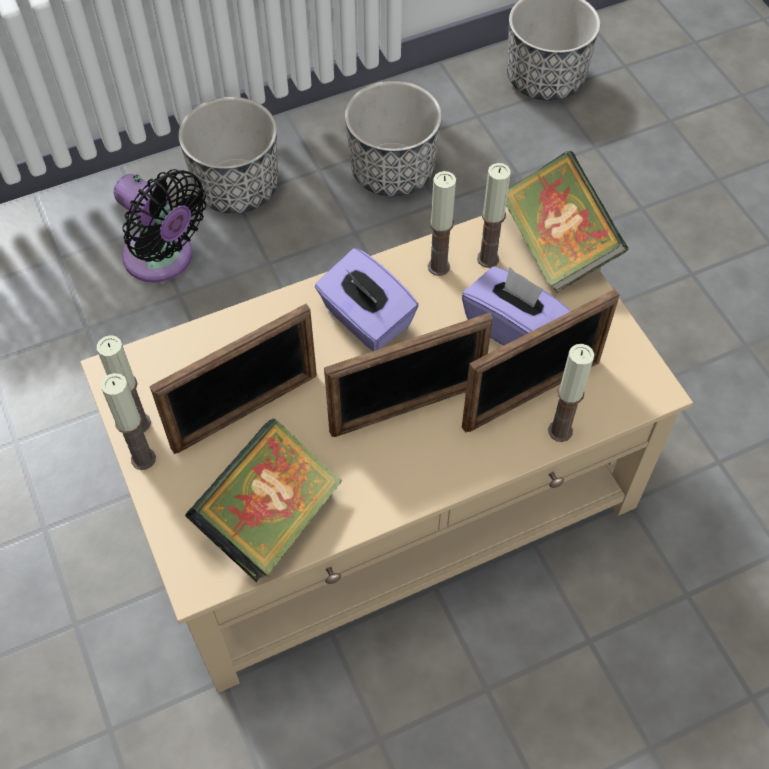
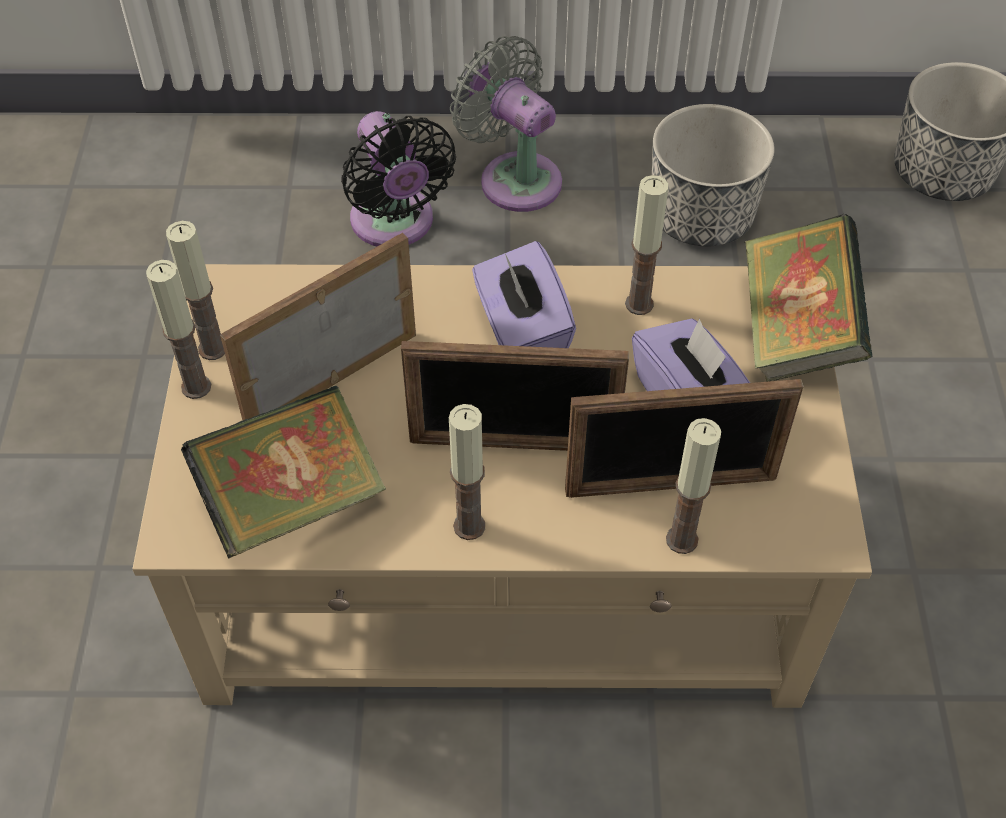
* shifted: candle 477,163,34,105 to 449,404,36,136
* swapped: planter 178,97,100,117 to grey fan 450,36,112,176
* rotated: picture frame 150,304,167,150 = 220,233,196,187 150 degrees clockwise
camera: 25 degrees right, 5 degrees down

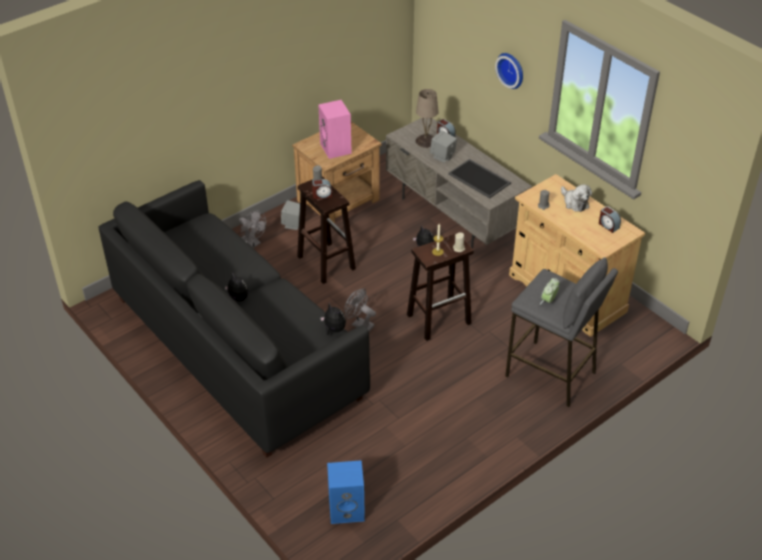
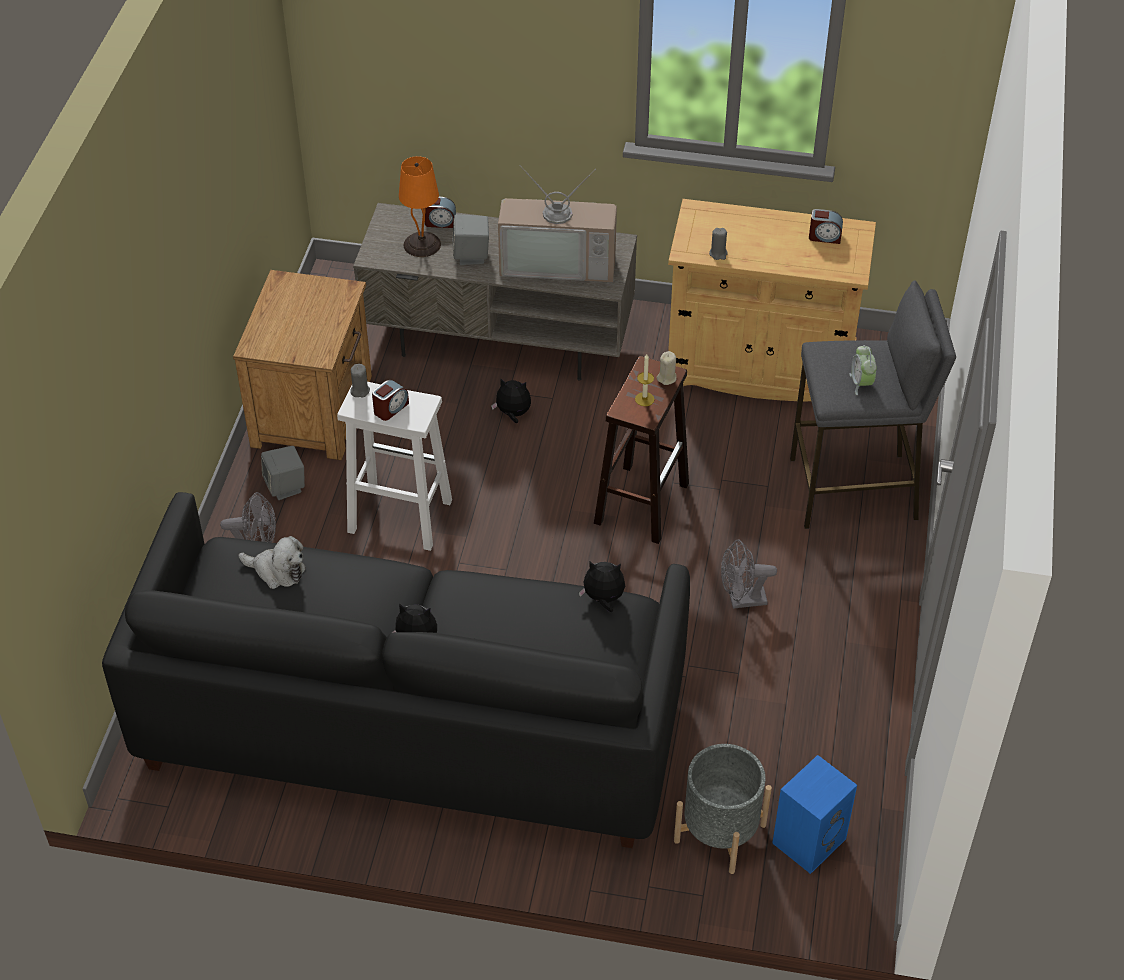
* gone: pink speaker 318,100,34,59
* gone: wall clock 495,53,28,36
* new: grey planter 674,744,98,130
* shifted: grey fan 344,288,32,43 to 721,540,56,69
* shifted: plush toy 561,184,31,28 to 239,536,67,53
* swapped: tray 448,159,63,39 to television 498,165,119,117
* repainted: brown stool 297,176,59,108 to white stool 337,382,115,169
* repainted: beige table lamp 416,89,23,59 to orange table lamp 399,156,42,101
camera: 40 degrees left, 5 degrees up

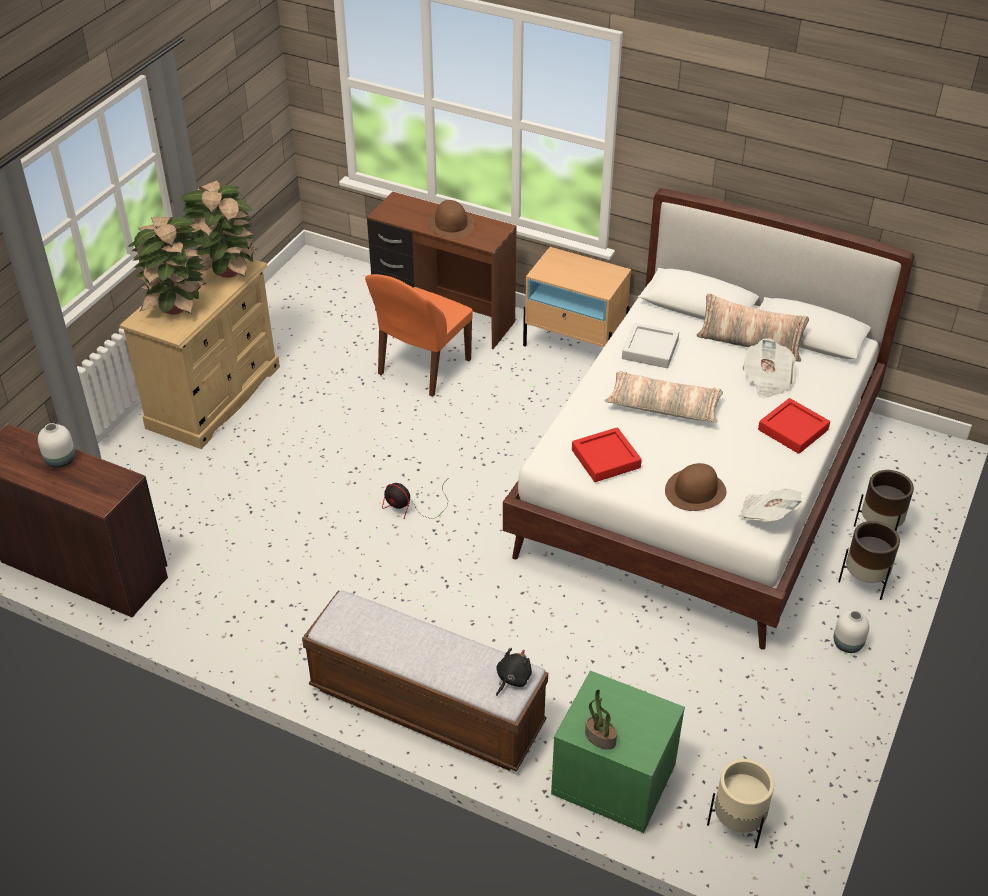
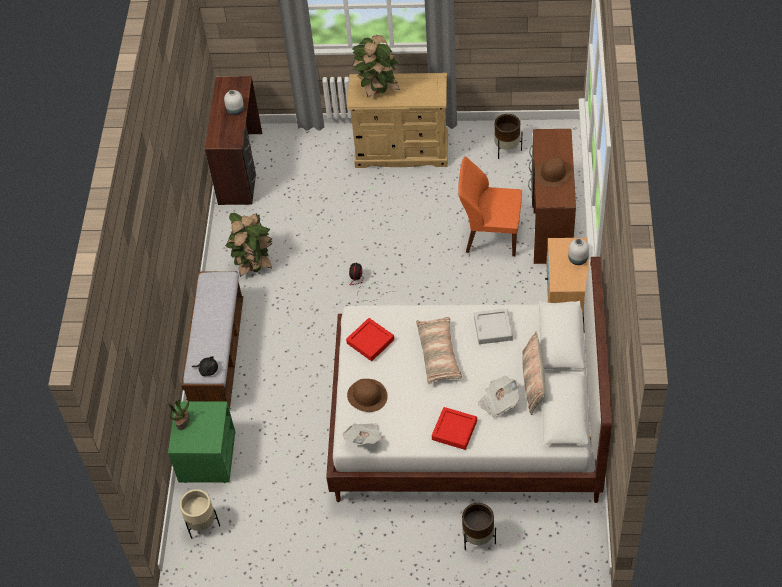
* shifted: potted plant 180,181,77,97 to 225,213,48,64
* shifted: white vase 834,610,35,43 to 568,239,21,26
* shifted: brown planter 838,521,62,79 to 494,114,28,45
camera: 70 degrees right, 10 degrees up

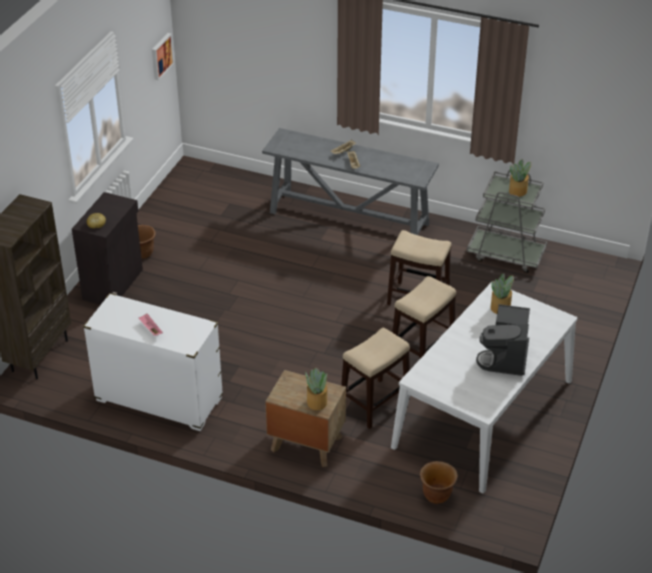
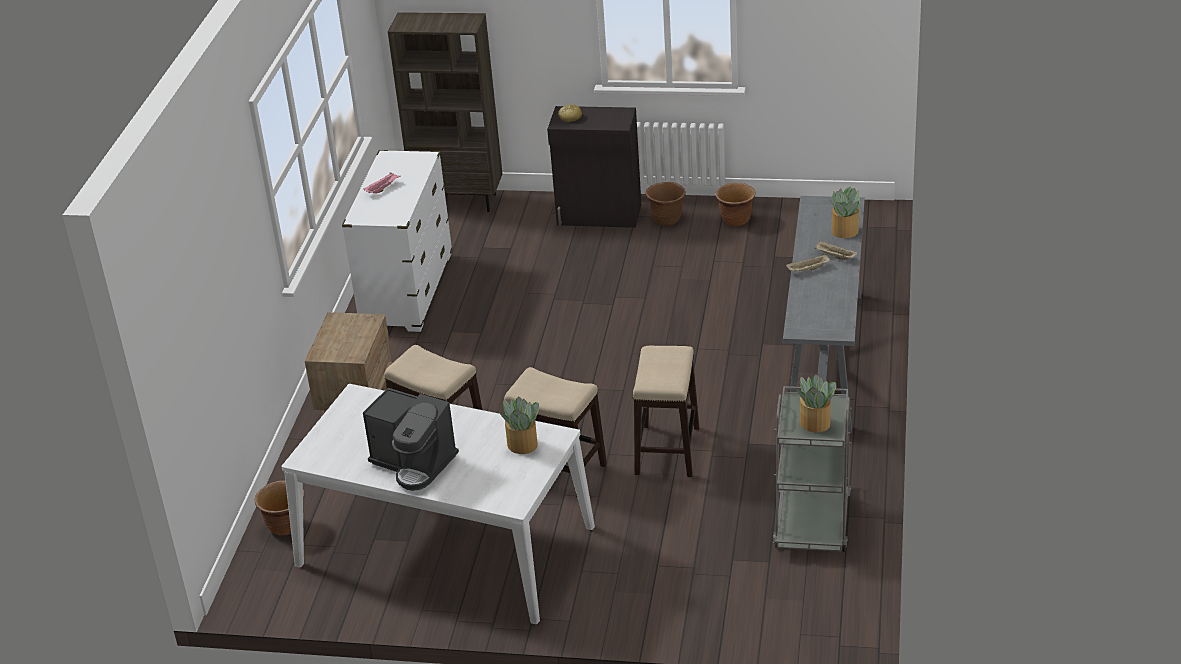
* gone: picture 152,33,22,47
* new: brown planter 715,183,41,43
* shifted: potted plant 305,368,22,42 to 828,187,32,51
* rotated: coffee machine 476,304,54,72 = 363,388,96,103 150 degrees counterclockwise
camera: 80 degrees right, 5 degrees down

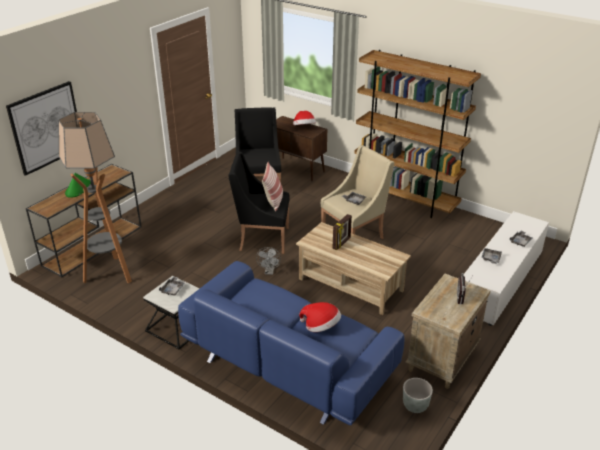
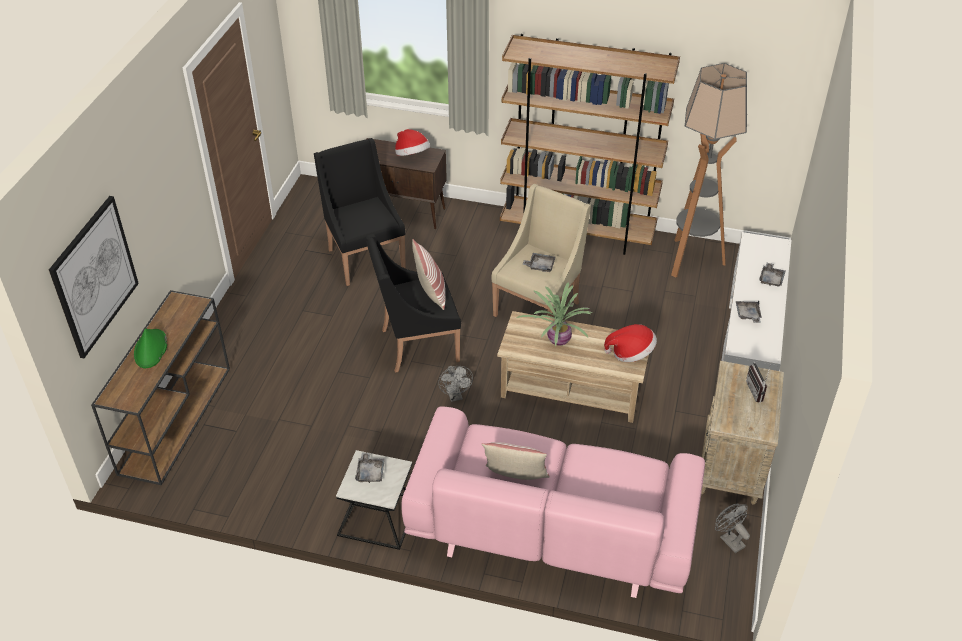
* new: pillow 482,442,68,38
* shifted: floor lamp 59,112,73,172 to 671,63,76,214
* shifted: hat 299,302,42,30 to 604,324,53,38
* swapped: picture frame 333,214,19,36 to potted plant 517,282,75,64
* swapped: grey planter 403,378,30,35 to grey fan 715,504,35,49
* repainted: blue sofa 178,261,226,164 to pink sofa 402,407,303,191
camera: 20 degrees left, 10 degrees up

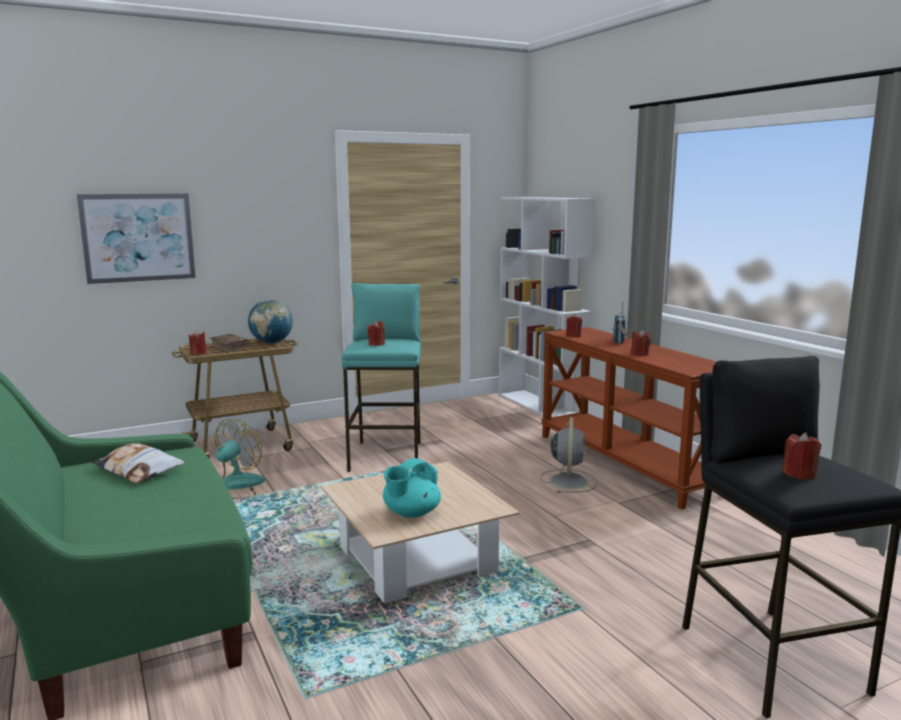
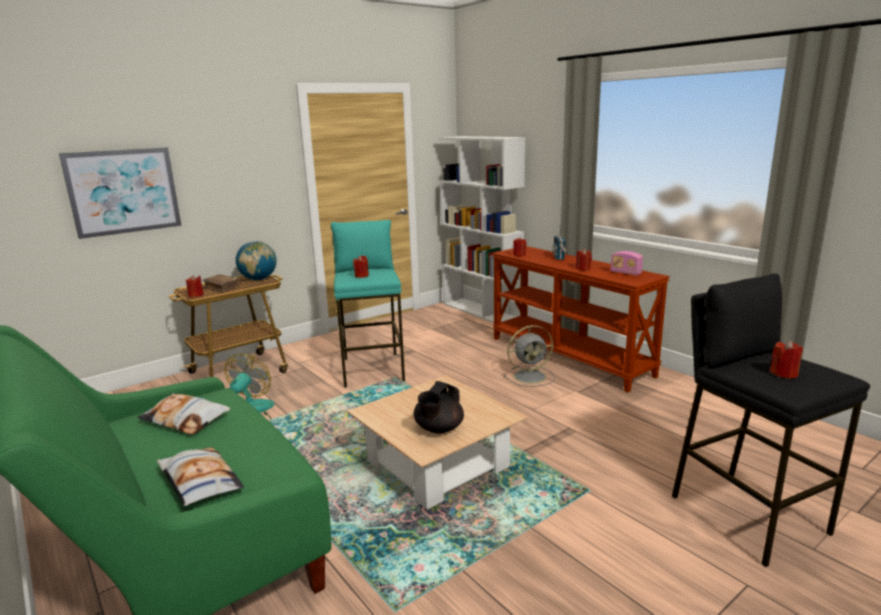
* new: pillow 157,447,87,59
* new: radio 610,251,33,25
* repainted: turquoise teapot 383,458,58,60 to black teapot 414,381,50,52
* rotated: grey fan 540,417,57,76 = 503,325,52,62 75 degrees clockwise
camera: 10 degrees left, 5 degrees up

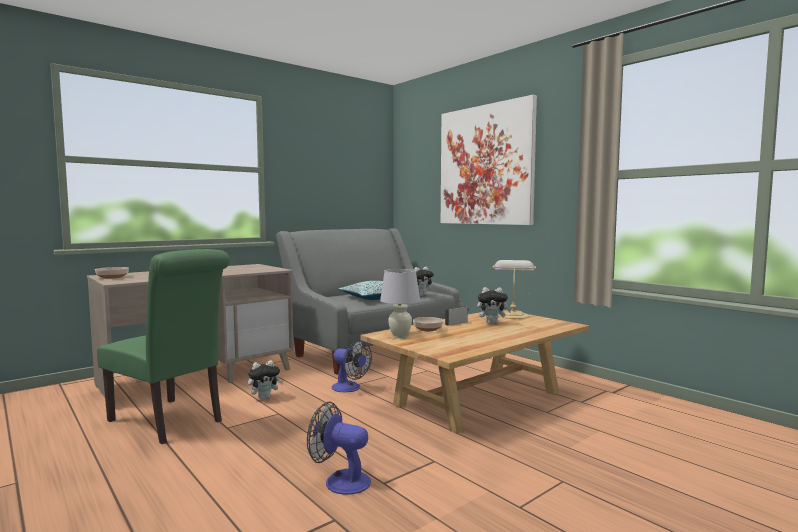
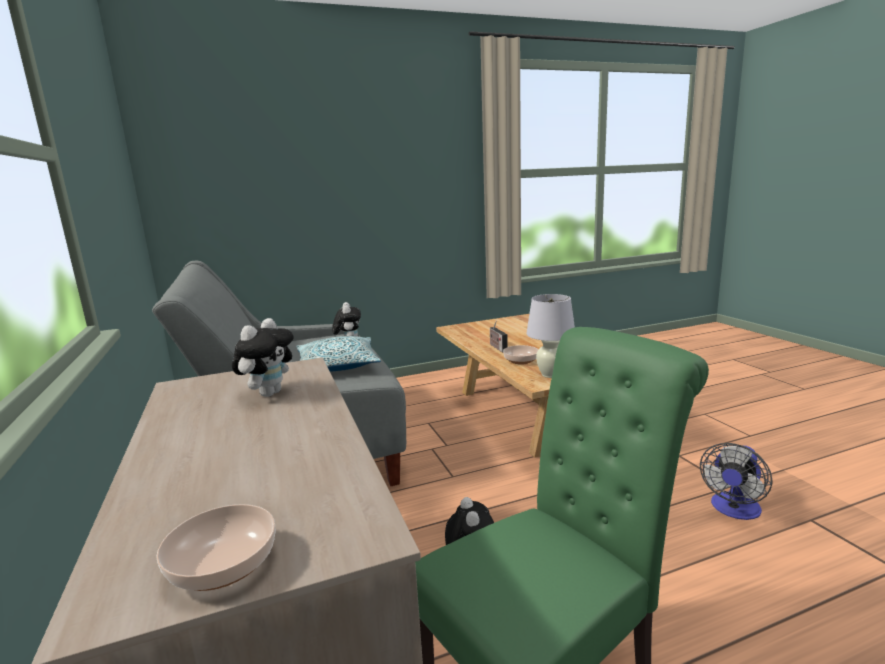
* gone: fan 332,340,40,52
* gone: picture 441,95,96,130
* gone: table lamp 493,260,43,59
* shifted: plush toy 477,287,34,37 to 232,318,62,79
camera: 70 degrees left, 10 degrees up

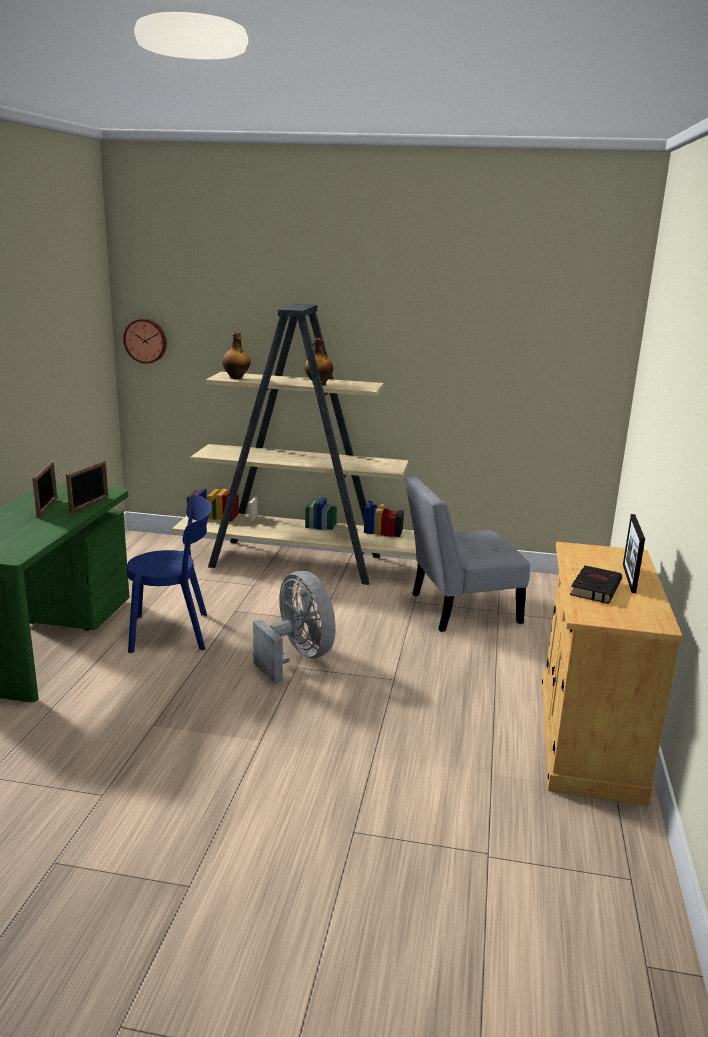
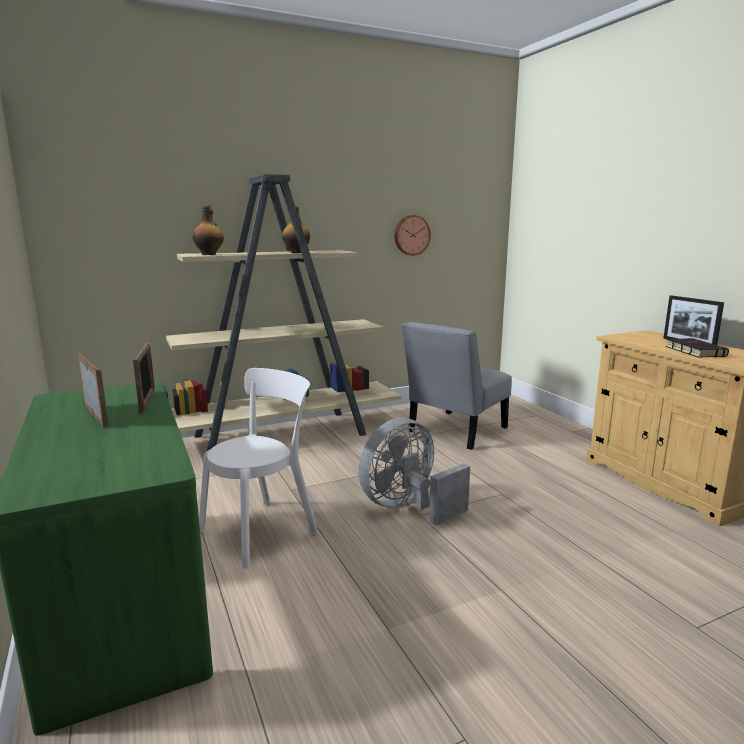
* shifted: wall clock 123,319,44,45 to 394,215,37,40
* repainted: blue chair 127,495,85,158 to white chair 199,368,120,200
* rotated: grey fan 253,571,83,113 = 358,418,112,108 60 degrees counterclockwise
camera: 35 degrees left, 5 degrees down

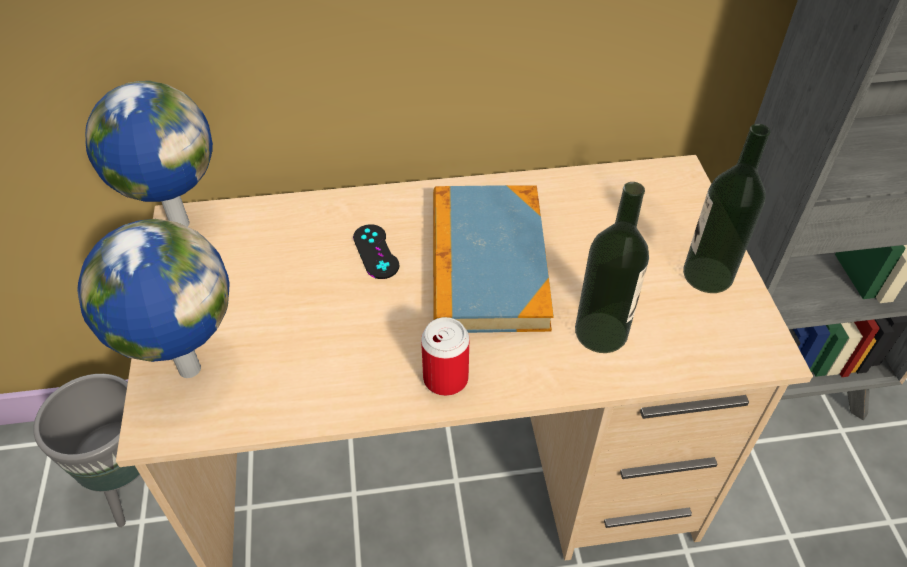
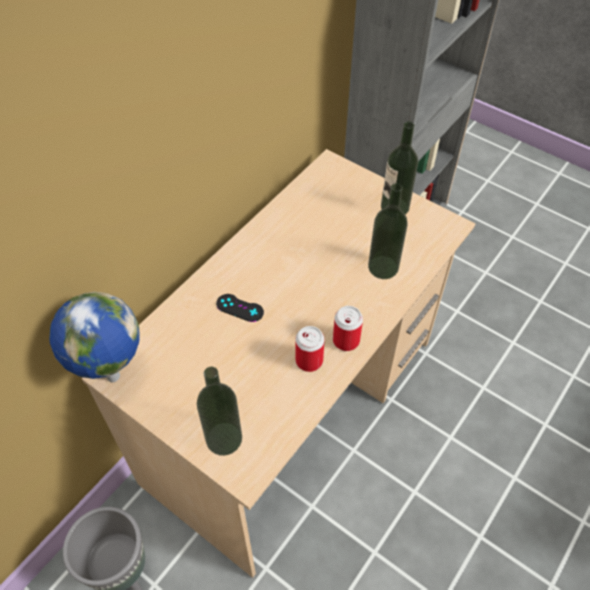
* gone: book 433,185,121,148
* new: can 295,326,29,46
* swapped: globe 77,219,153,159 to bottle 197,367,45,89
camera: 45 degrees left, 5 degrees up

